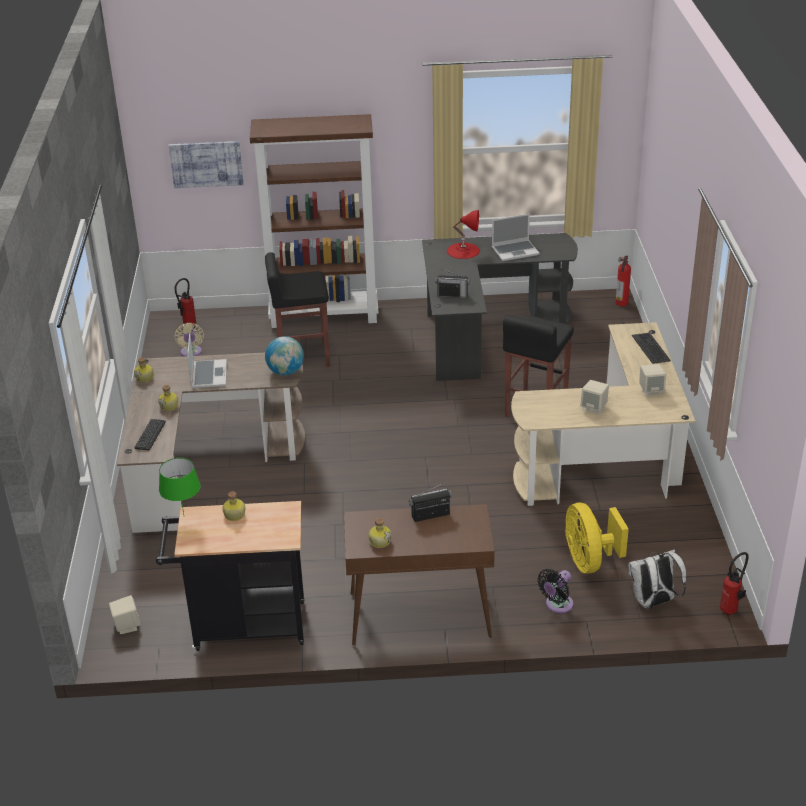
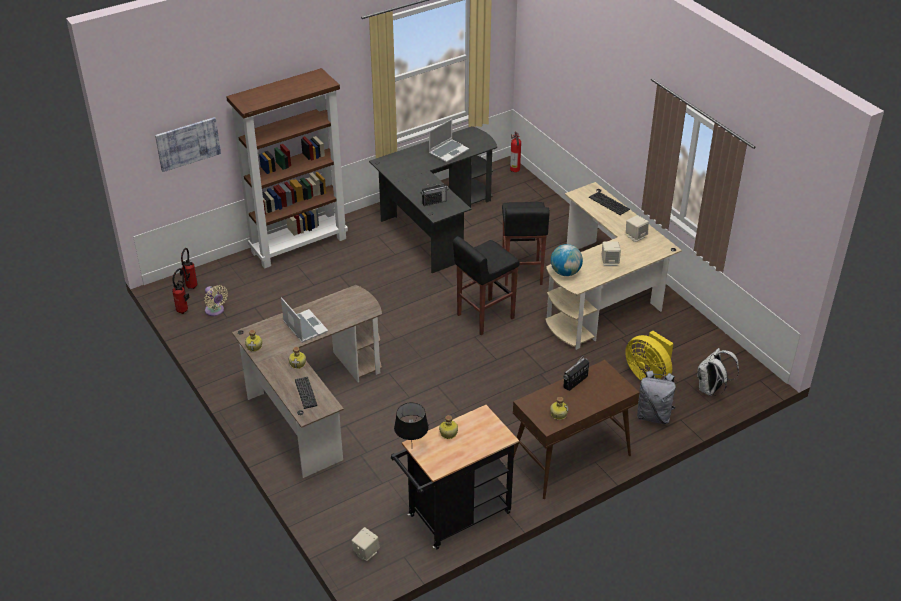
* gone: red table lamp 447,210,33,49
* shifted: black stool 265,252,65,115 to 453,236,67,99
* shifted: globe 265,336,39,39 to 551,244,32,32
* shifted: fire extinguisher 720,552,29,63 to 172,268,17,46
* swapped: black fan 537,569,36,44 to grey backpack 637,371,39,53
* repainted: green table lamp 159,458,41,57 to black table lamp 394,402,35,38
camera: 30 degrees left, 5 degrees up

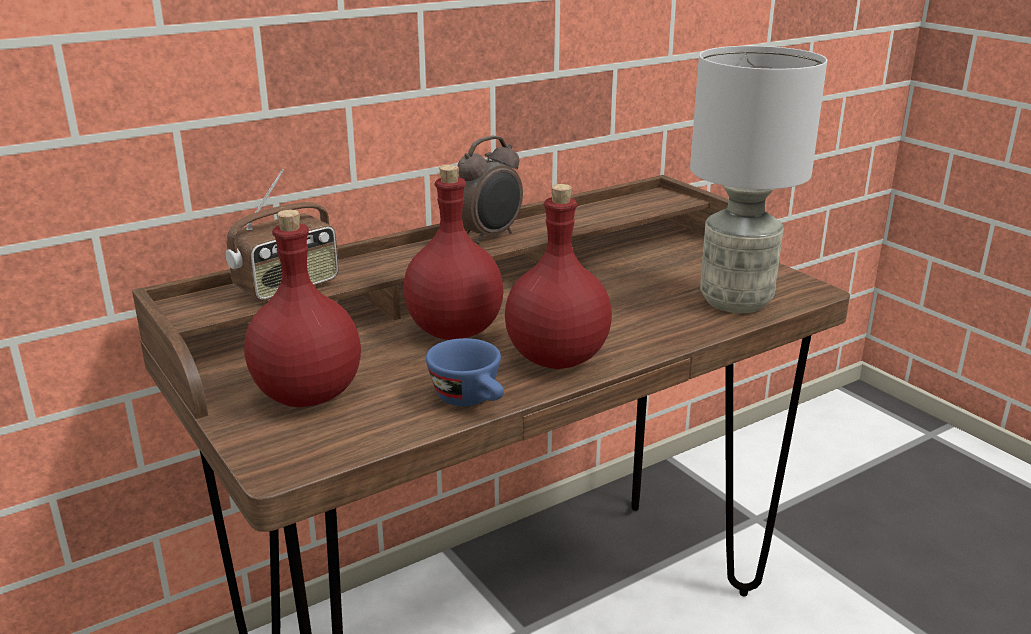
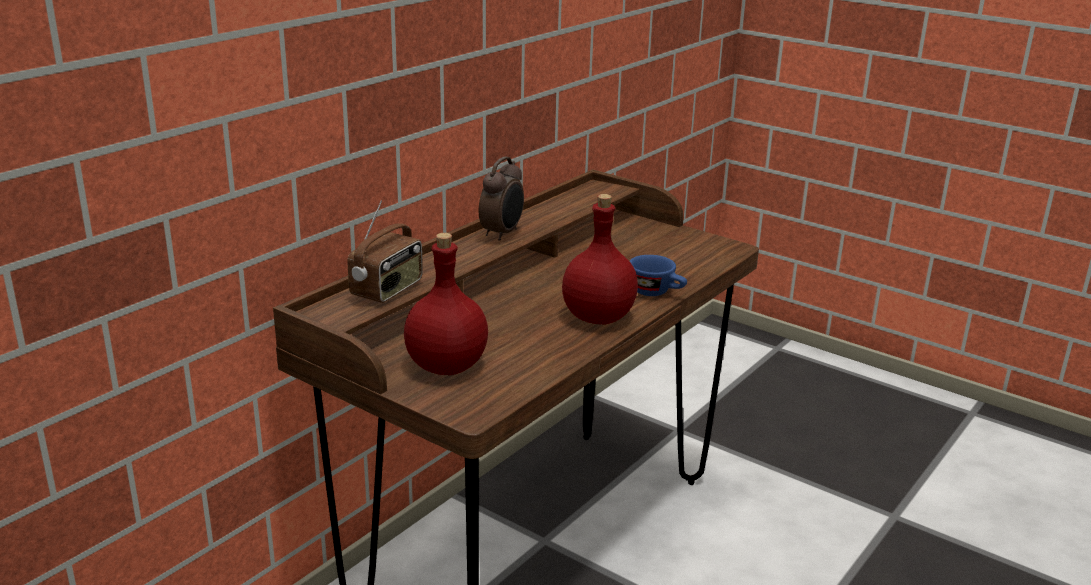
* gone: red bottle 403,165,100,175
* gone: grey table lamp 690,46,137,267
* shifted: blue cup 426,338,78,68 to 630,255,57,41
camera: 20 degrees left, 0 degrees up

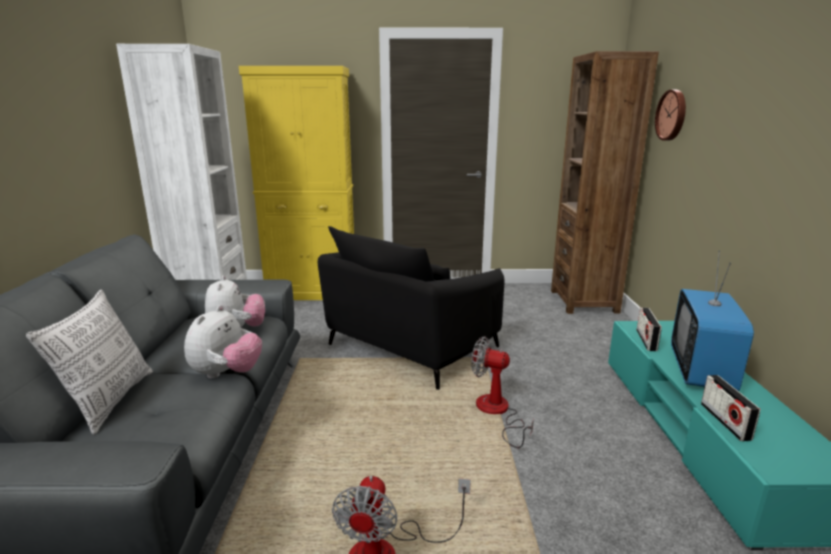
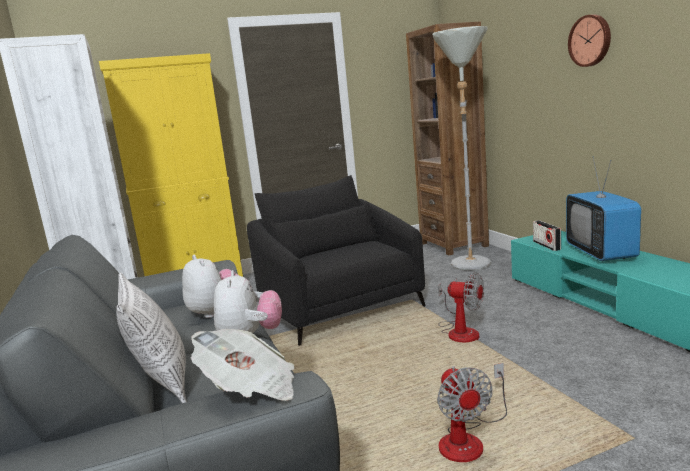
* gone: radio 701,375,60,66
* new: newspaper 191,329,104,72
* new: grey floor lamp 432,26,59,244
* shifted: wall clock 655,90,31,51 to 568,14,43,53
* rotated: black armchair 318,226,187,164 = 247,175,179,171 135 degrees clockwise
* rotated: fan 471,337,63,111 = 438,272,46,70 150 degrees counterclockwise
camera: 20 degrees left, 5 degrees down

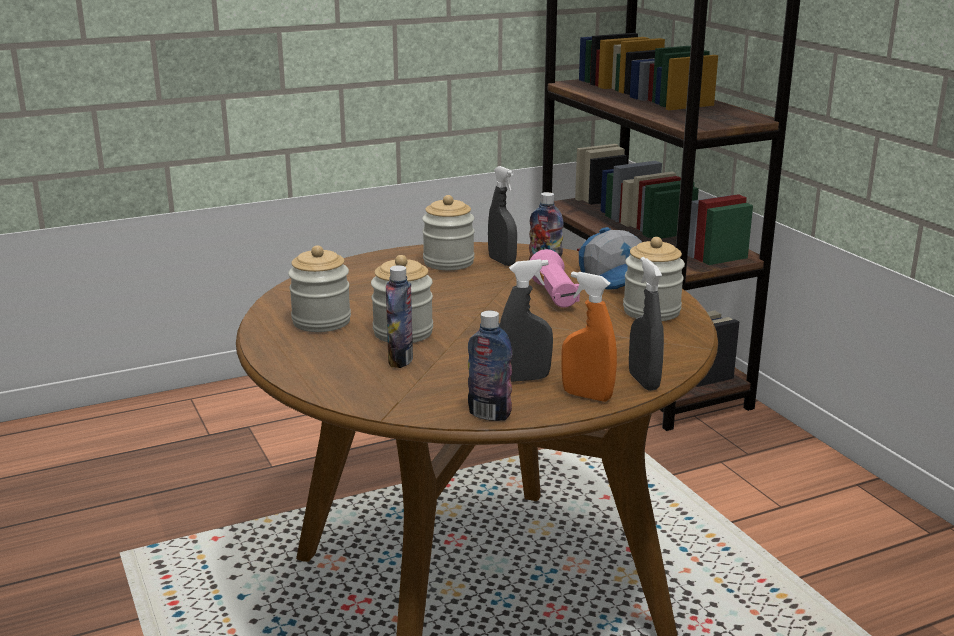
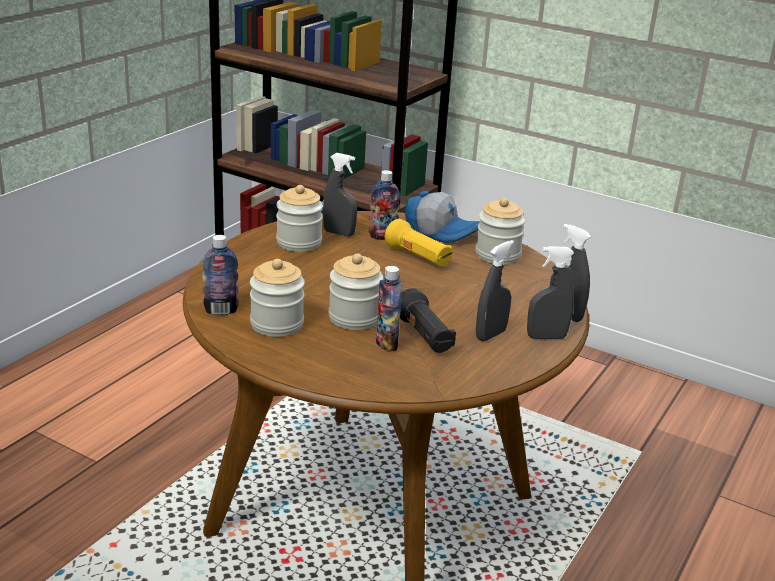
* new: black flashlight 400,288,56,65
* shifted: bottle 468,311,44,110 to 202,235,37,80
* repainted: pink flashlight 530,249,50,59 to yellow flashlight 385,219,68,48
* repainted: orange spray bottle 561,271,56,131 to grey spray bottle 527,246,47,93
camera: 35 degrees left, 5 degrees up

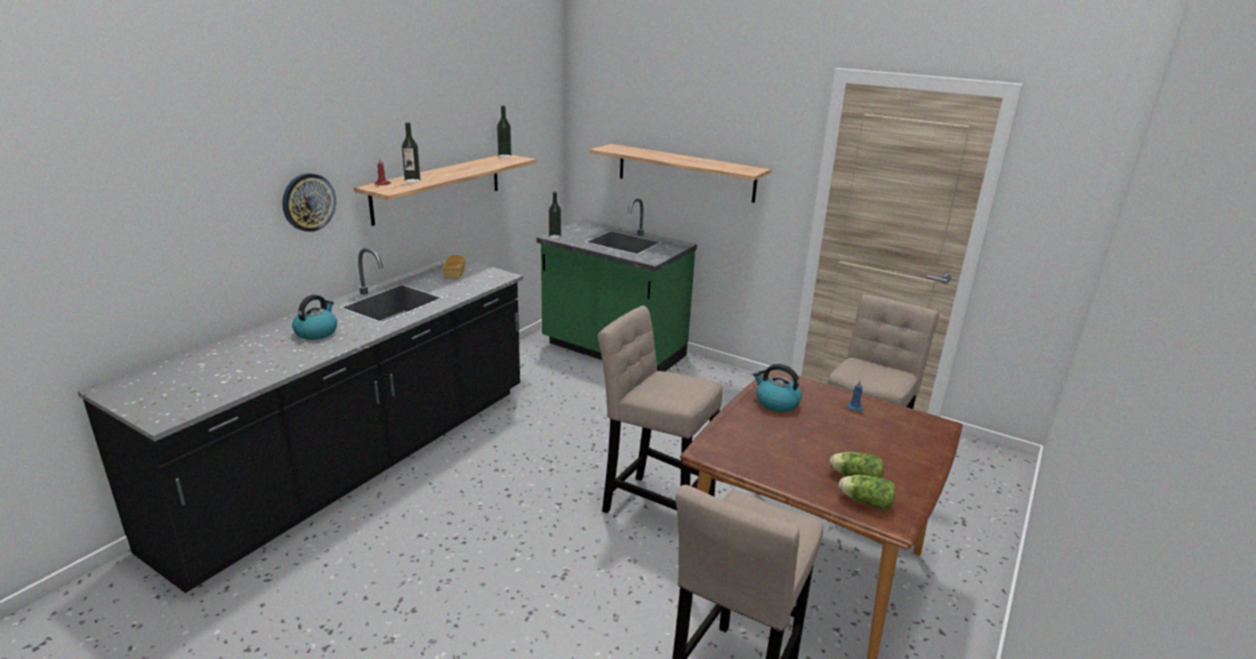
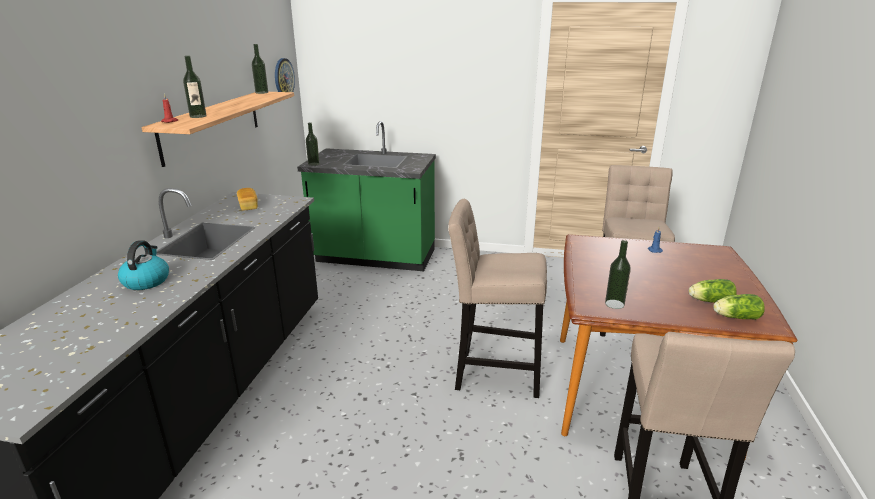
* gone: shelf 589,144,182,59
* gone: kettle 753,364,49,48
* new: bottle 605,240,26,69
* shifted: wall clock 282,173,54,59 to 275,58,20,34
camera: 20 degrees left, 0 degrees up

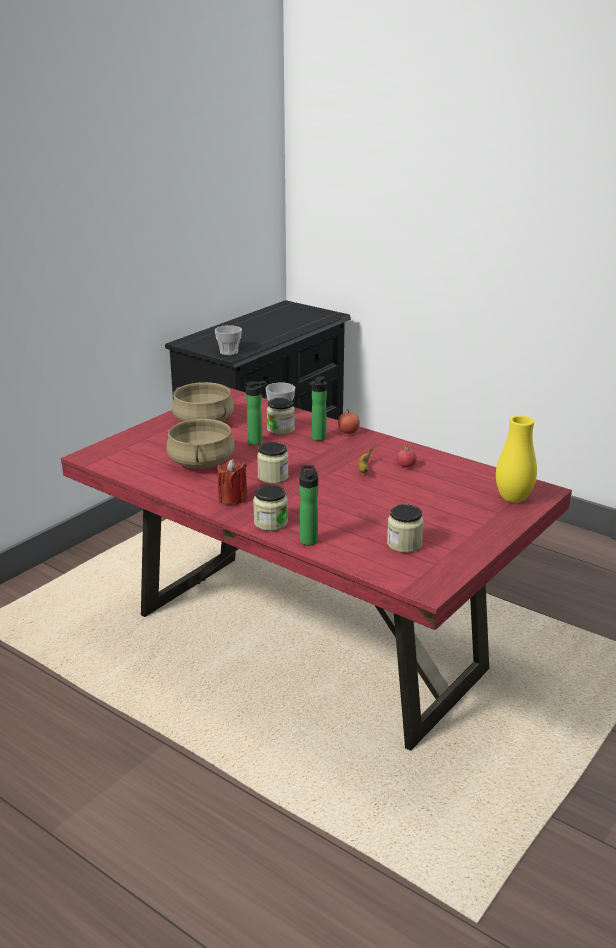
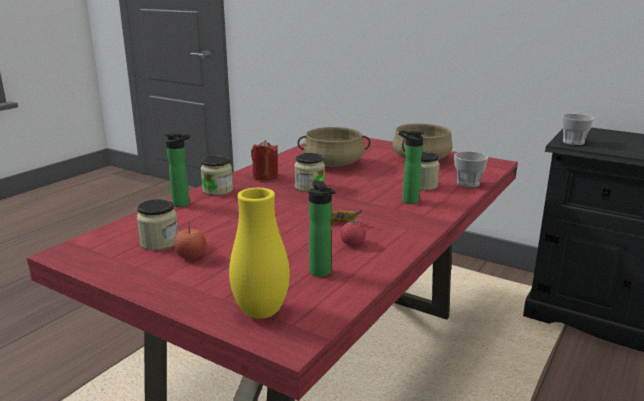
* shifted: bottle 246,381,22,64 to 309,180,26,97
* shifted: apple 338,410,22,24 to 174,223,32,36
camera: 85 degrees right, 5 degrees down

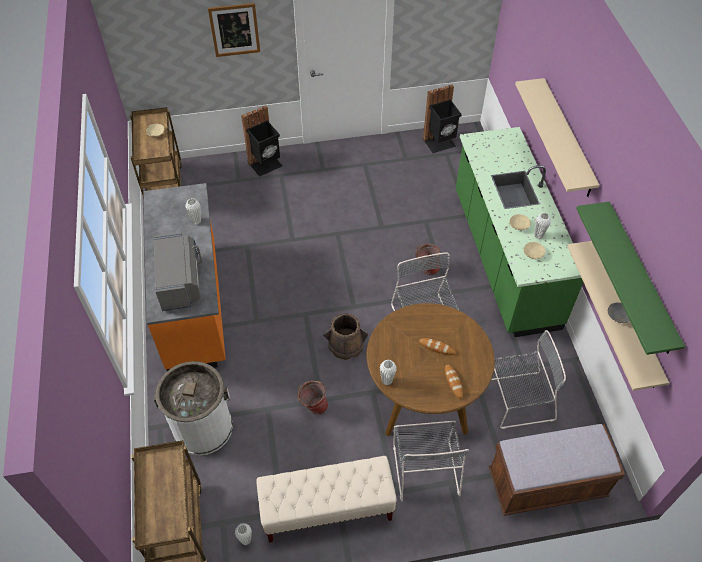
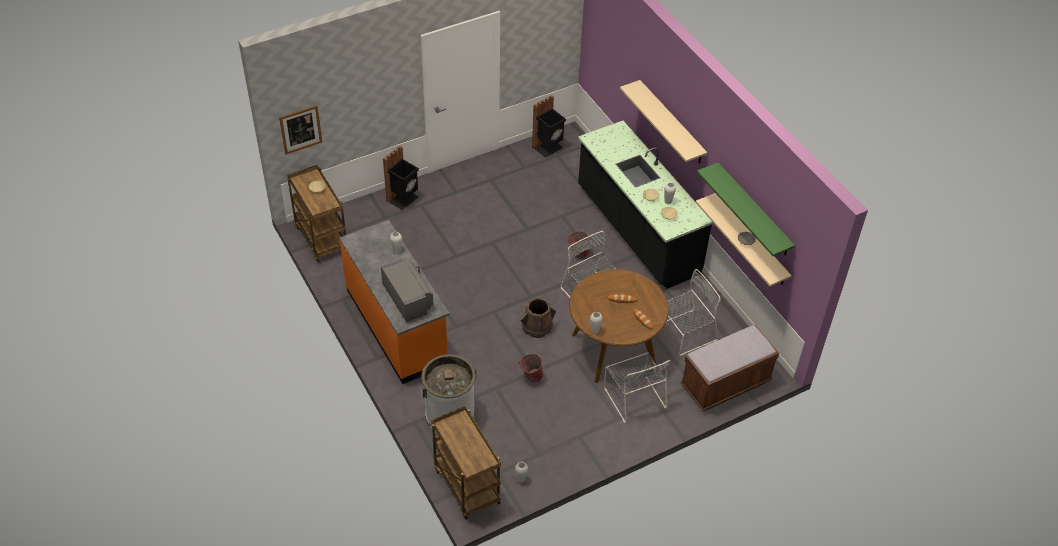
* gone: beige bench 257,456,140,87
* shifted: picture 208,3,52,54 to 279,105,43,49
* repainted: green counter 456,127,127,210 to black counter 578,121,135,168
camera: 20 degrees left, 5 degrees down

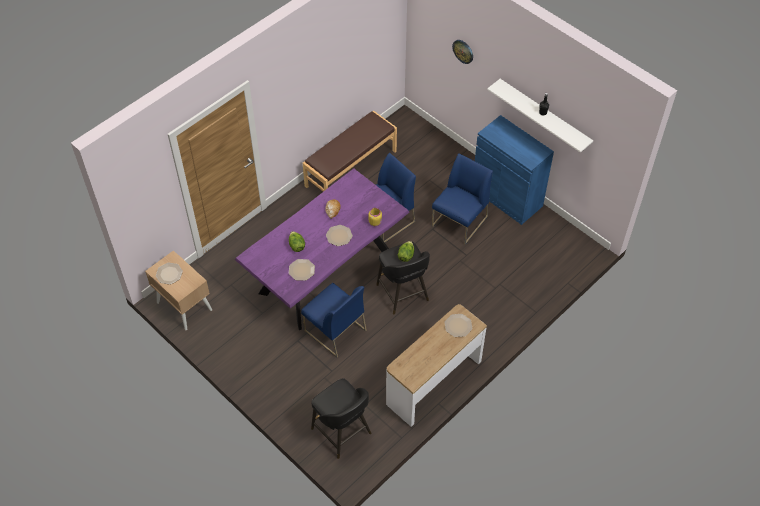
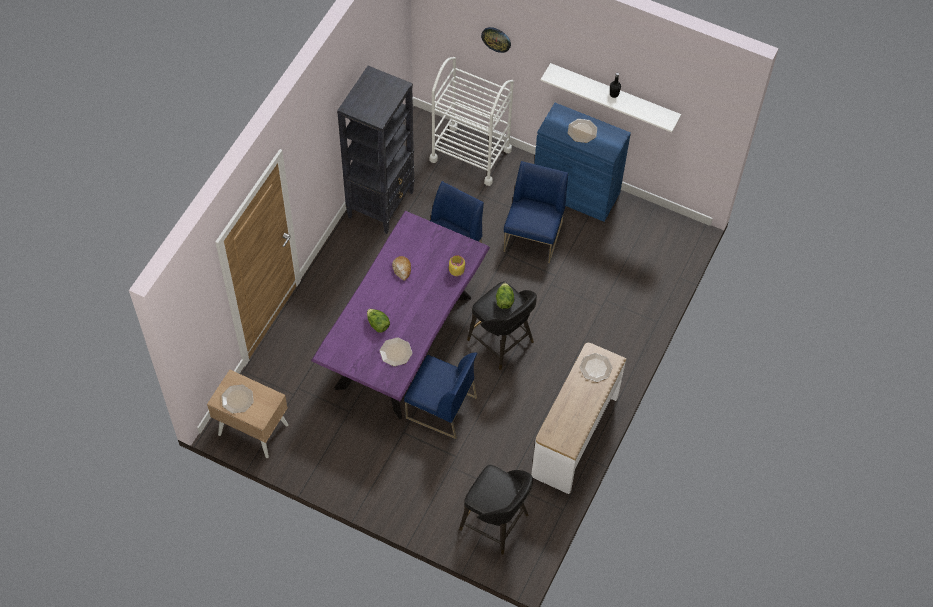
* new: white cart 429,57,85,129
* shifted: plate 326,225,27,21 to 568,119,29,24
* swapped: brown bench 303,111,94,81 to black bookcase 337,66,78,168
camera: 20 degrees left, 5 degrees up

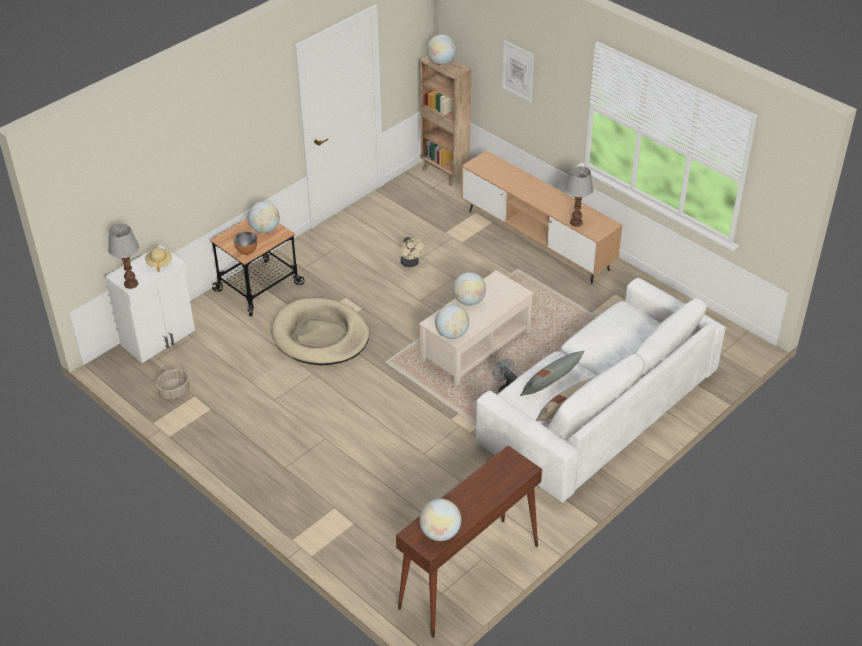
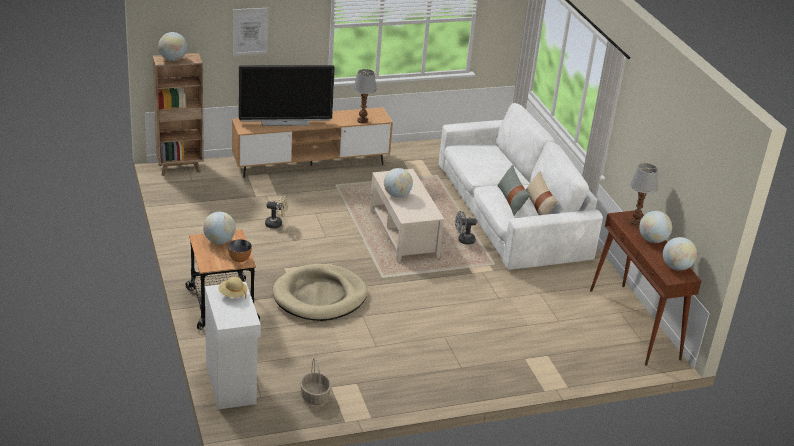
* new: television 239,65,96,61
* shifted: table lamp 108,224,31,65 to 629,163,29,63
* shifted: globe 435,305,34,34 to 639,211,33,32
camera: 65 degrees left, 10 degrees down

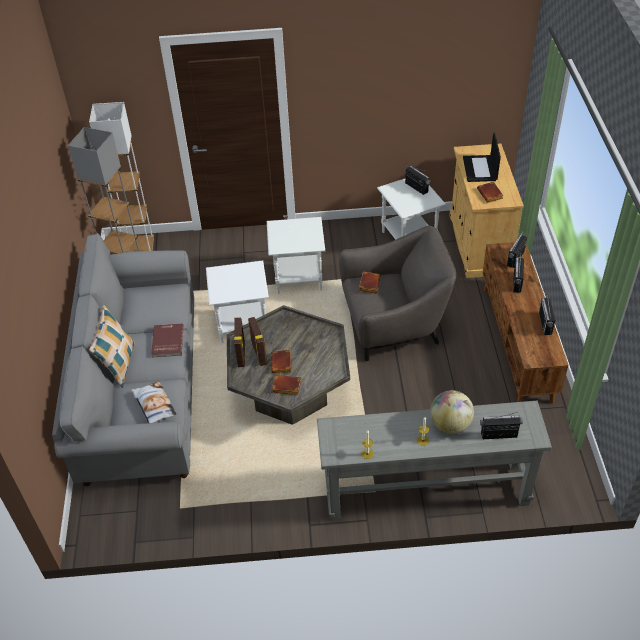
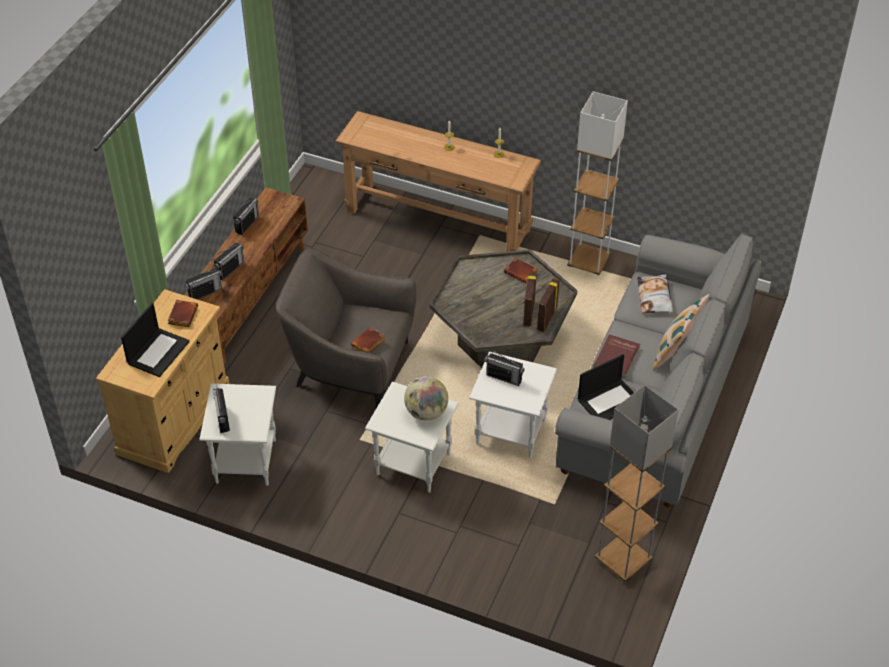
* gone: brown book 271,350,21,24
* new: laptop 578,354,56,66
* shifted: white floor lamp 89,102,65,150 to 567,91,61,185
* shifted: globe 430,390,44,44 to 404,376,44,45
* shifted: radio 480,412,43,27 to 485,350,40,36
* repainted: grey console table 317,401,235,121 to brown console table 336,111,205,140
camera: 155 degrees left, 0 degrees up

